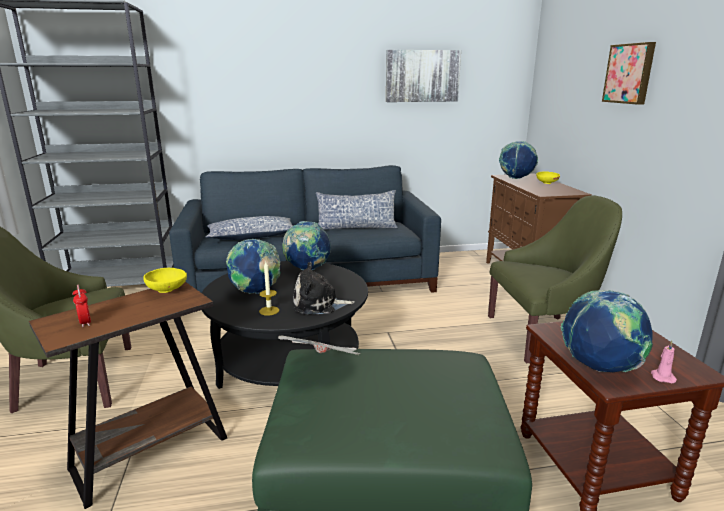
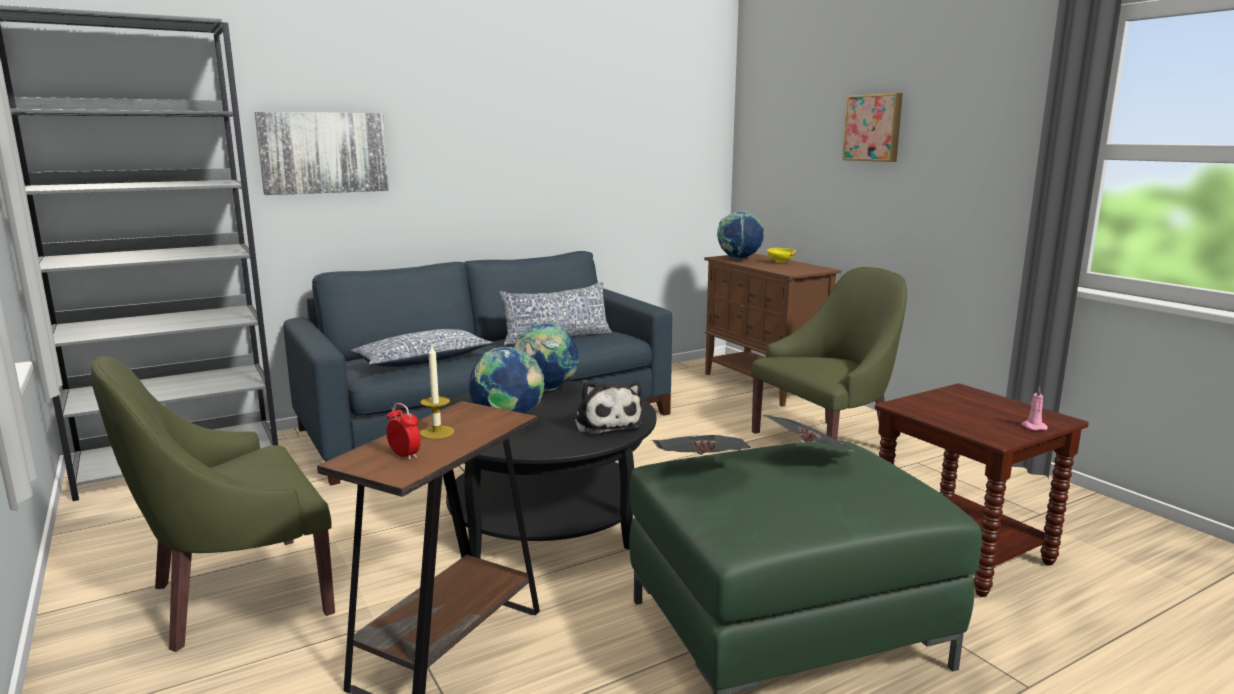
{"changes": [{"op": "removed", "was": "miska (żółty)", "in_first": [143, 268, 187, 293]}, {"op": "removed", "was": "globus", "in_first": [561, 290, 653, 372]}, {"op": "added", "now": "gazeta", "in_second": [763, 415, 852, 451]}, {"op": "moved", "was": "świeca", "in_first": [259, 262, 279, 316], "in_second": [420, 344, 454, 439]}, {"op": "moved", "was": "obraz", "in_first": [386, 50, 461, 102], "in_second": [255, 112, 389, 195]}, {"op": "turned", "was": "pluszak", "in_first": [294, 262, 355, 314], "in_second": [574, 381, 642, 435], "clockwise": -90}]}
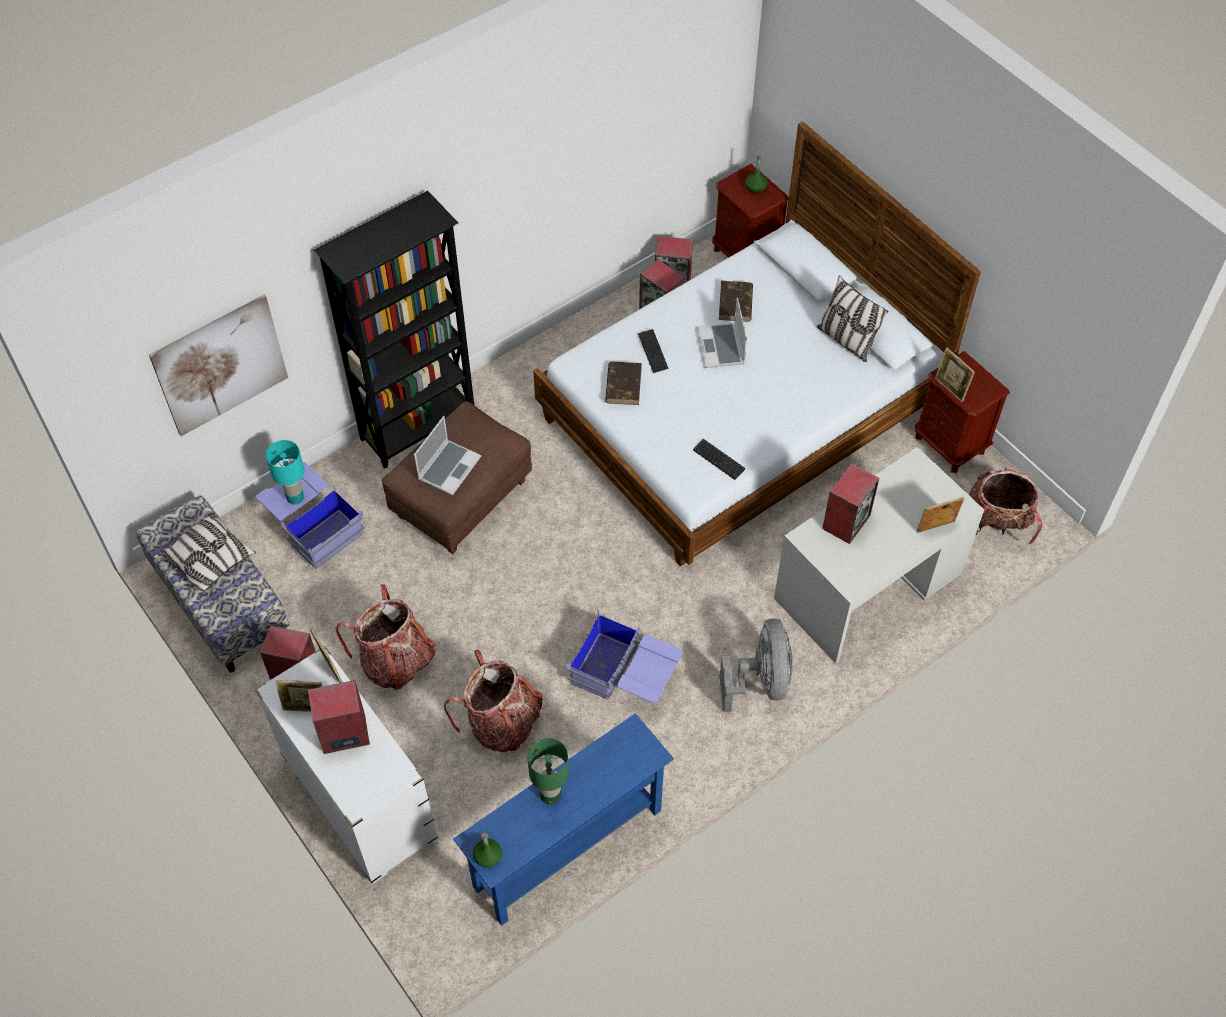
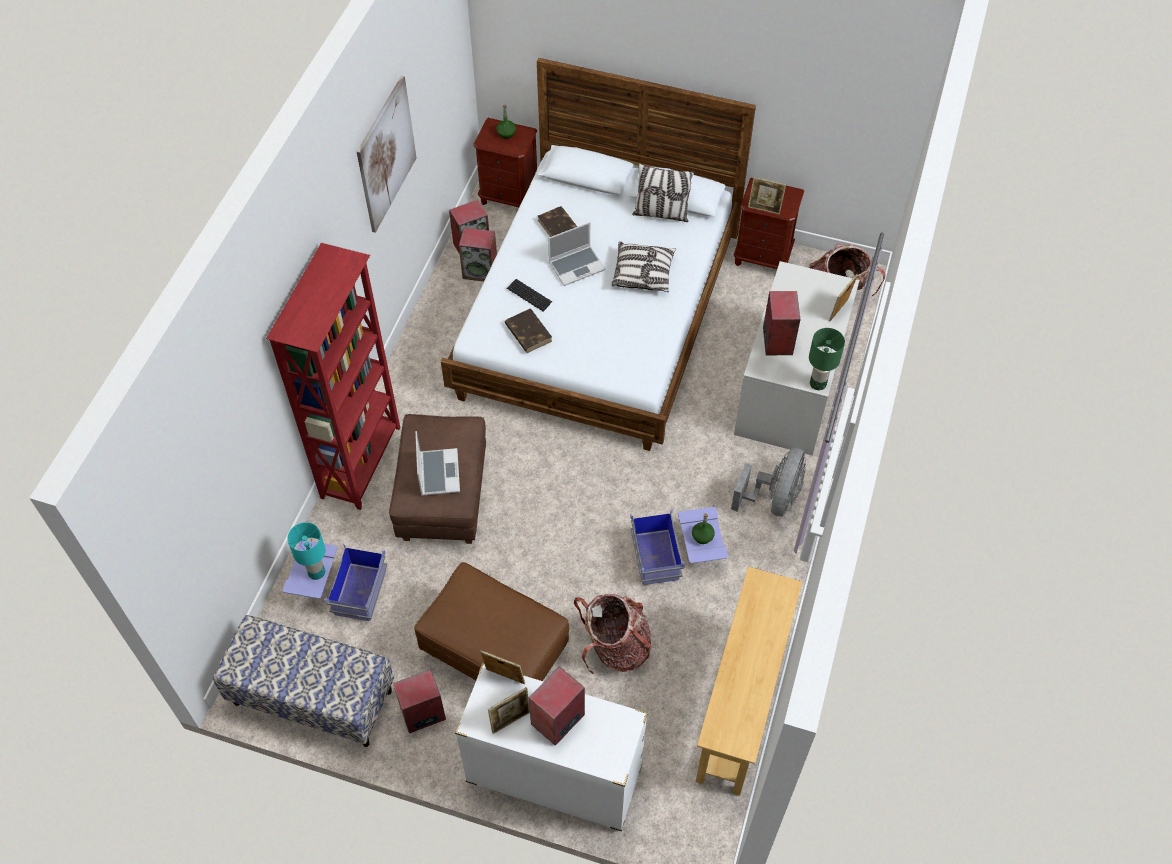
{"changes": [{"op": "removed", "was": "klawiatura", "in_first": [693, 439, 746, 480]}, {"op": "moved", "was": "obraz", "in_first": [149, 295, 288, 436], "in_second": [357, 76, 417, 233]}, {"op": "moved", "was": "poduszka", "in_first": [158, 511, 256, 595], "in_second": [611, 242, 676, 292]}, {"op": "moved", "was": "butelka (zielony)", "in_first": [473, 833, 502, 867], "in_second": [692, 513, 715, 544]}, {"op": "moved", "was": "lampa stołowa (zielony)", "in_first": [527, 738, 569, 804], "in_second": [809, 328, 845, 390]}, {"op": "replaced", "was": "plecak", "now": "pufa (brązowy)", "in_first": [336, 584, 435, 690], "in_second": [414, 562, 569, 681]}, {"op": "recoloured", "was": "regał (czarny)", "now": "regał (czerwony)", "in_first": [314, 191, 474, 469], "in_second": [266, 243, 400, 510]}, {"op": "recoloured", "was": "stolik konsolowy (niebieski)", "now": "stolik konsolowy (beżowy)", "in_first": [453, 713, 674, 926], "in_second": [696, 566, 802, 796]}, {"op": "turned", "was": "laptop", "in_first": [697, 298, 747, 368], "in_second": [548, 222, 606, 286], "clockwise": -75}, {"op": "turned", "was": "wentylator (szary)", "in_first": [720, 619, 793, 712], "in_second": [731, 448, 806, 517], "clockwise": 60}]}
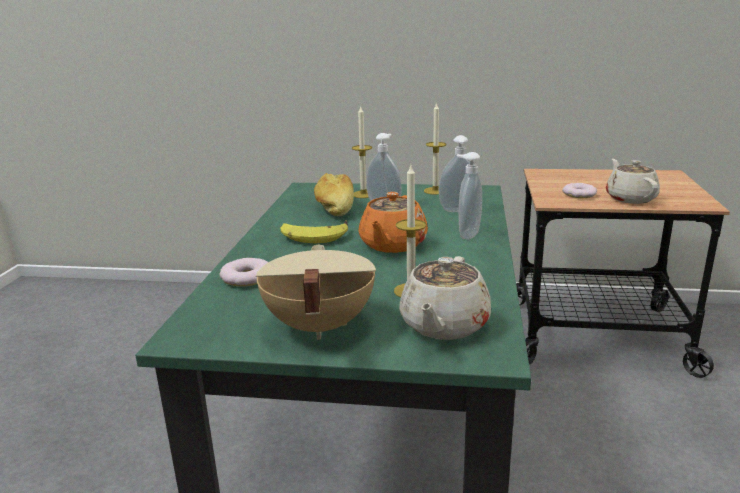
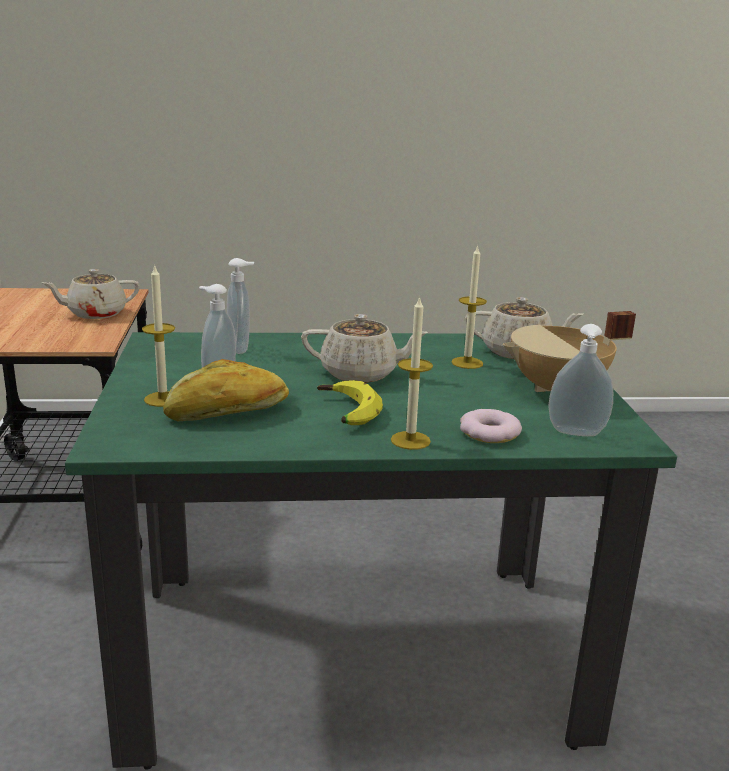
{"changes": [{"op": "removed", "was": "donut", "in_first": [562, 183, 597, 198]}, {"op": "moved", "was": "świeca", "in_first": [424, 102, 446, 195], "in_second": [391, 296, 433, 450]}, {"op": "moved", "was": "dozownik mydła", "in_first": [457, 152, 482, 239], "in_second": [548, 324, 613, 436]}, {"op": "recoloured", "was": "imbryk (pomarańczowy)", "now": "imbryk (beżowy)", "in_first": [358, 192, 428, 253], "in_second": [301, 314, 429, 383]}]}
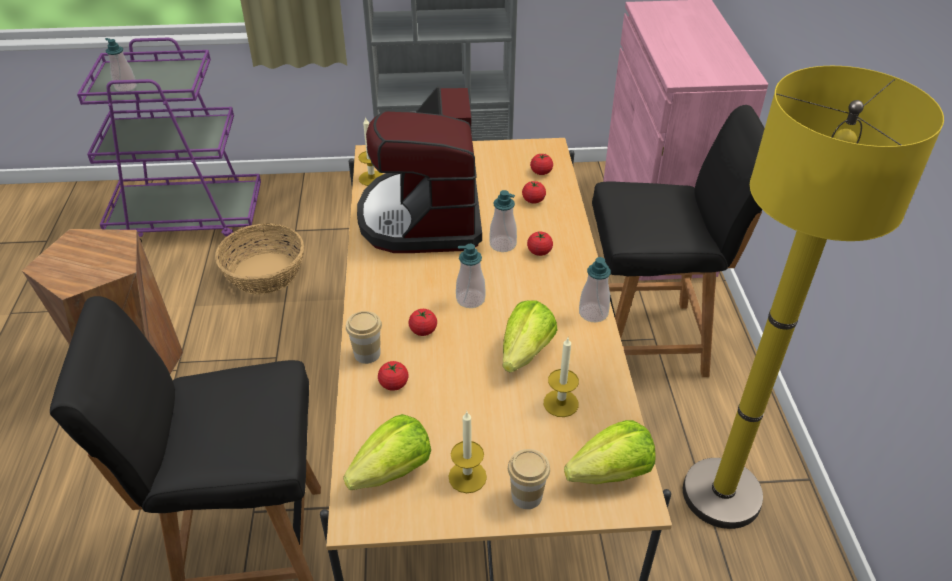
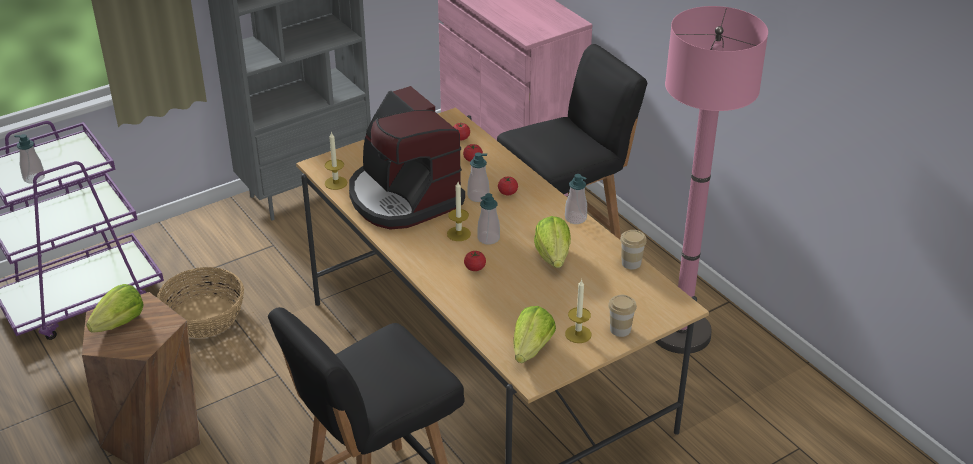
{"changes": [{"op": "removed", "was": "pomidor", "in_first": [378, 361, 409, 391]}, {"op": "moved", "was": "filiżanka", "in_first": [346, 311, 382, 364], "in_second": [620, 230, 647, 269]}, {"op": "moved", "was": "świeca", "in_first": [544, 338, 579, 417], "in_second": [447, 182, 471, 241]}, {"op": "moved", "was": "sałata", "in_first": [564, 420, 656, 484], "in_second": [86, 284, 144, 333]}, {"op": "recoloured", "was": "lampa stojąca (żółty)", "now": "lampa stojąca (różowy)", "in_first": [683, 66, 944, 529], "in_second": [655, 6, 768, 354]}]}
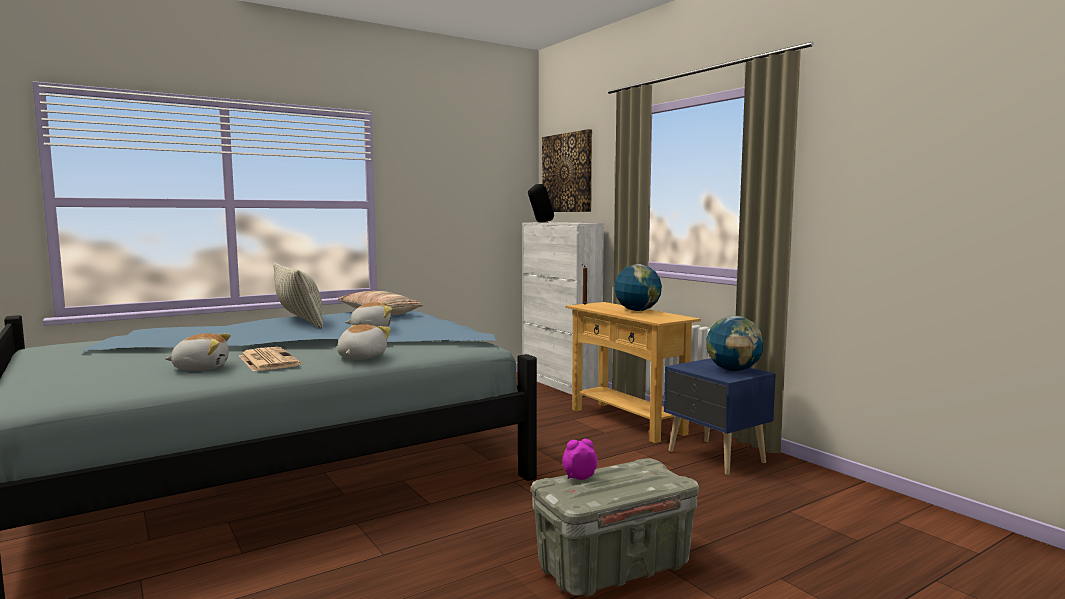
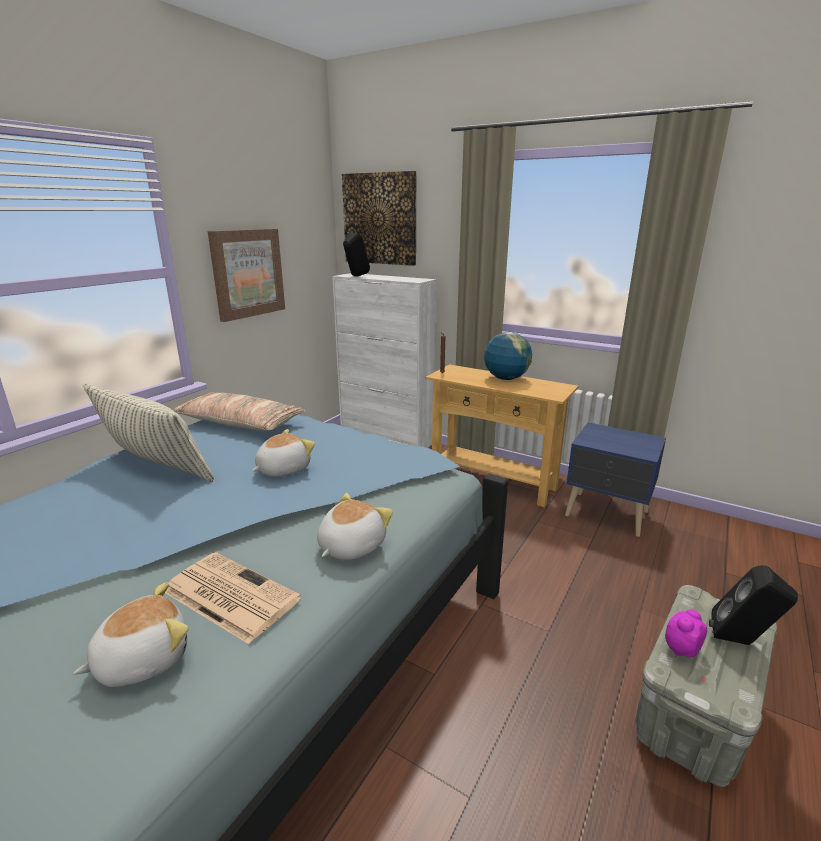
{"changes": [{"op": "removed", "was": "globus", "in_first": [706, 316, 763, 371]}, {"op": "added", "now": "obraz", "in_second": [208, 229, 285, 322]}, {"op": "added", "now": "głośnik (czarny)", "in_second": [709, 565, 798, 645]}, {"op": "turned", "was": "pluszak", "in_first": [337, 324, 391, 359], "in_second": [317, 493, 393, 560], "clockwise": 45}]}
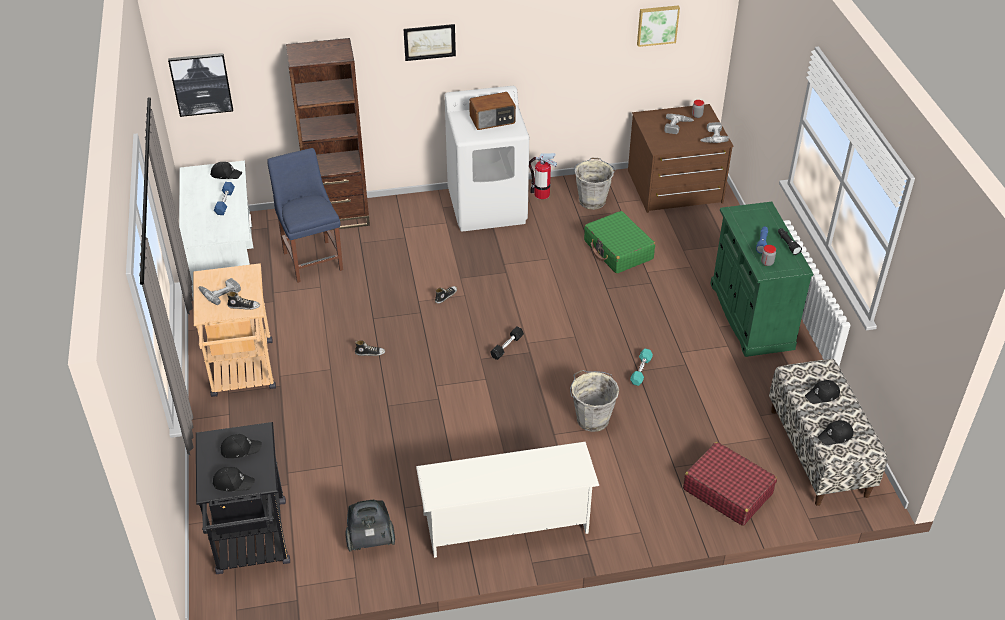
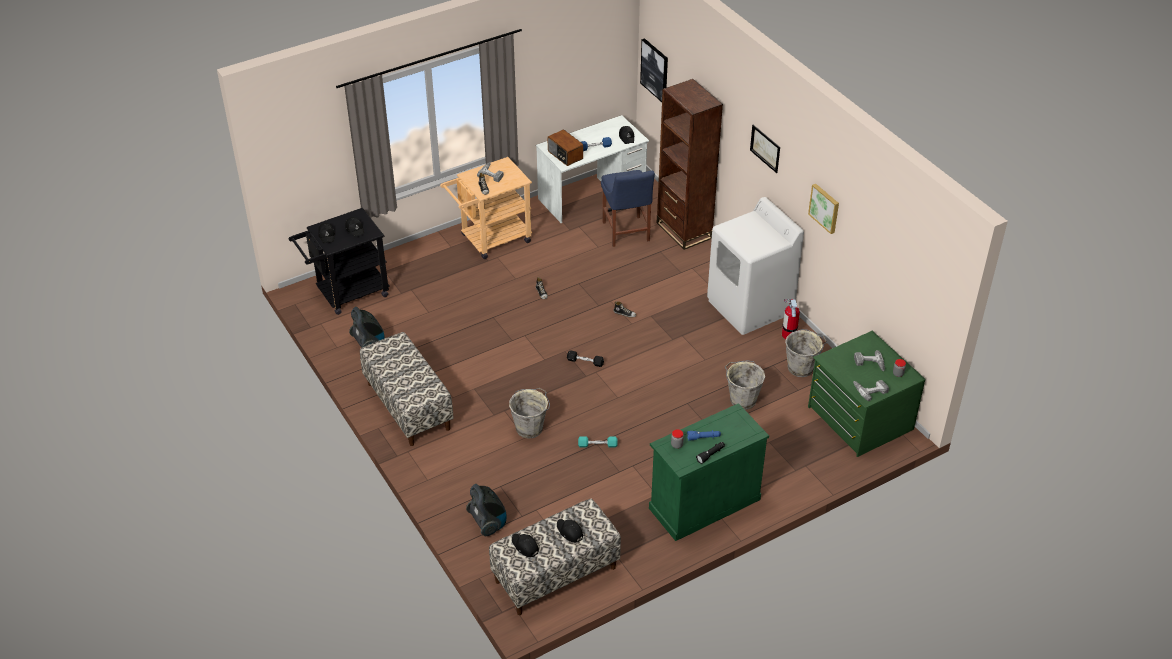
{"changes": [{"op": "moved", "was": "radio", "in_first": [469, 92, 516, 130], "in_second": [547, 130, 583, 166]}, {"op": "moved", "was": "obraz", "in_first": [637, 5, 680, 47], "in_second": [808, 184, 839, 234]}, {"op": "replaced", "was": "regał na buty (biały)", "now": "ławka", "in_first": [416, 442, 599, 558], "in_second": [360, 332, 454, 446]}, {"op": "replaced", "was": "walizka (zielony)", "now": "wiadro (szary)", "in_first": [584, 211, 655, 273], "in_second": [725, 360, 765, 410]}, {"op": "replaced", "was": "walizka (czerwony)", "now": "odkurzacz", "in_first": [683, 442, 777, 526], "in_second": [466, 484, 507, 536]}, {"op": "recoloured", "was": "komoda (brązowy)", "now": "komoda (zielony)", "in_first": [628, 104, 734, 213], "in_second": [808, 331, 926, 457]}, {"op": "turned", "was": "krzesło (niebieski)", "in_first": [267, 148, 343, 283], "in_second": [601, 170, 655, 247], "clockwise": 120}]}
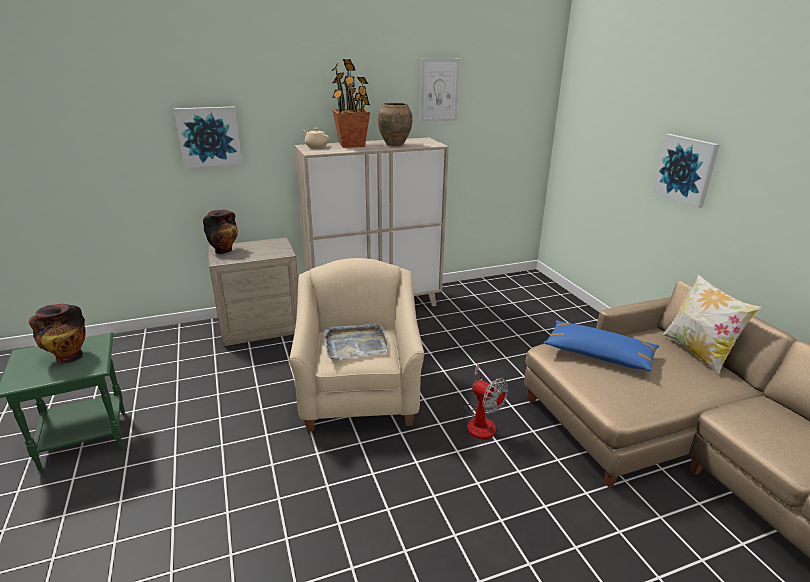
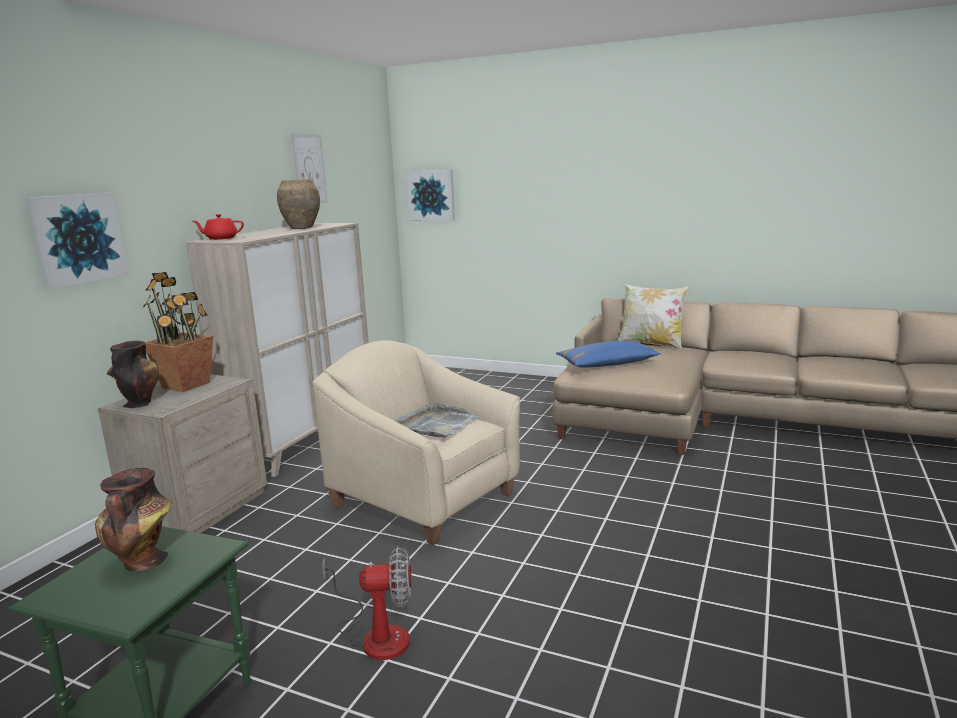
{"changes": [{"op": "moved", "was": "roślina doniczkowa", "in_first": [332, 59, 370, 148], "in_second": [143, 272, 214, 392]}, {"op": "moved", "was": "wentylator", "in_first": [463, 365, 508, 439], "in_second": [322, 546, 411, 660]}, {"op": "moved", "was": "obraz", "in_first": [652, 134, 720, 208], "in_second": [407, 170, 455, 221]}, {"op": "recoloured", "was": "imbryk (beżowy)", "now": "imbryk (czerwony)", "in_first": [303, 128, 329, 148], "in_second": [193, 214, 244, 240]}]}
